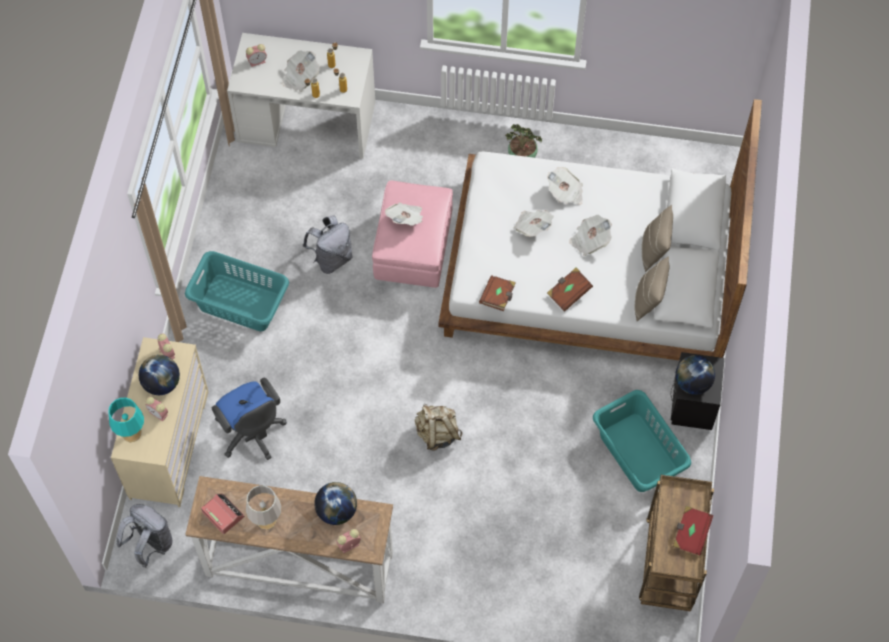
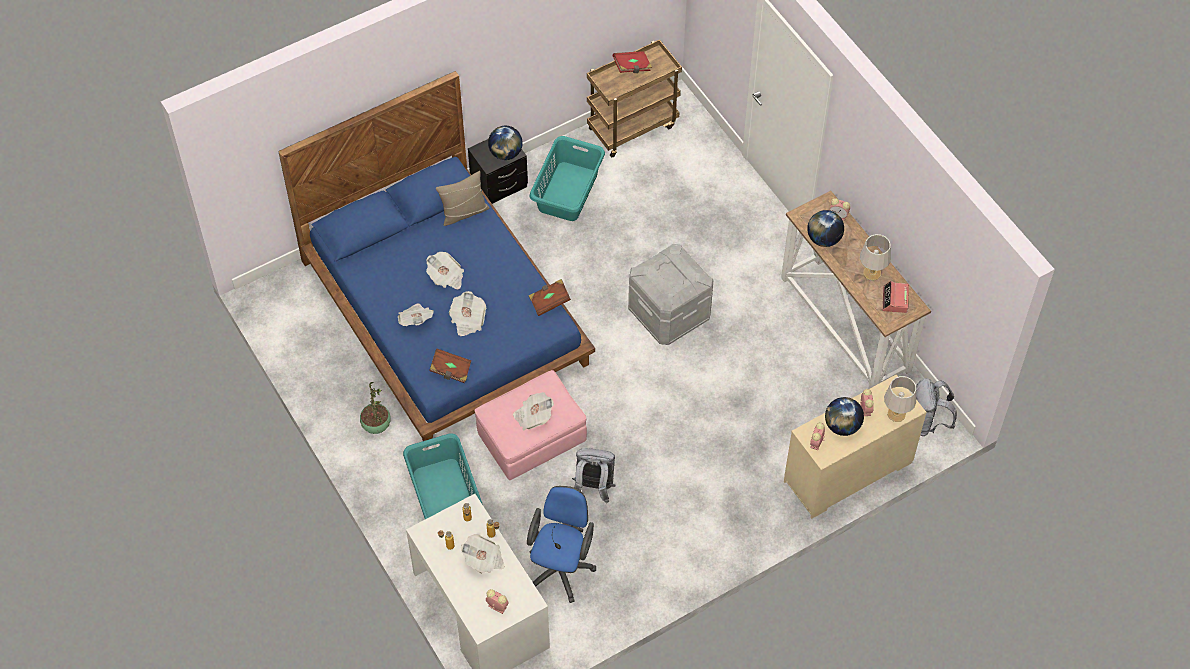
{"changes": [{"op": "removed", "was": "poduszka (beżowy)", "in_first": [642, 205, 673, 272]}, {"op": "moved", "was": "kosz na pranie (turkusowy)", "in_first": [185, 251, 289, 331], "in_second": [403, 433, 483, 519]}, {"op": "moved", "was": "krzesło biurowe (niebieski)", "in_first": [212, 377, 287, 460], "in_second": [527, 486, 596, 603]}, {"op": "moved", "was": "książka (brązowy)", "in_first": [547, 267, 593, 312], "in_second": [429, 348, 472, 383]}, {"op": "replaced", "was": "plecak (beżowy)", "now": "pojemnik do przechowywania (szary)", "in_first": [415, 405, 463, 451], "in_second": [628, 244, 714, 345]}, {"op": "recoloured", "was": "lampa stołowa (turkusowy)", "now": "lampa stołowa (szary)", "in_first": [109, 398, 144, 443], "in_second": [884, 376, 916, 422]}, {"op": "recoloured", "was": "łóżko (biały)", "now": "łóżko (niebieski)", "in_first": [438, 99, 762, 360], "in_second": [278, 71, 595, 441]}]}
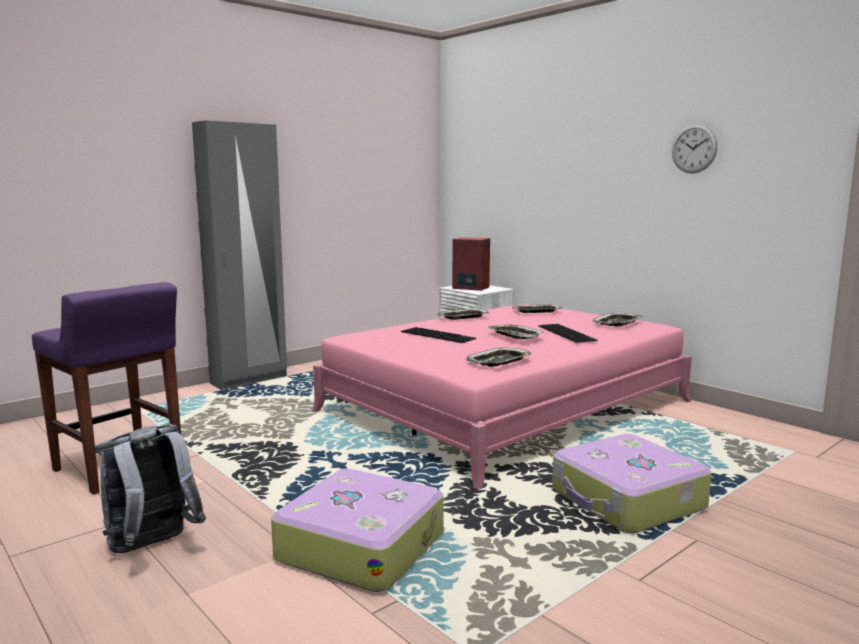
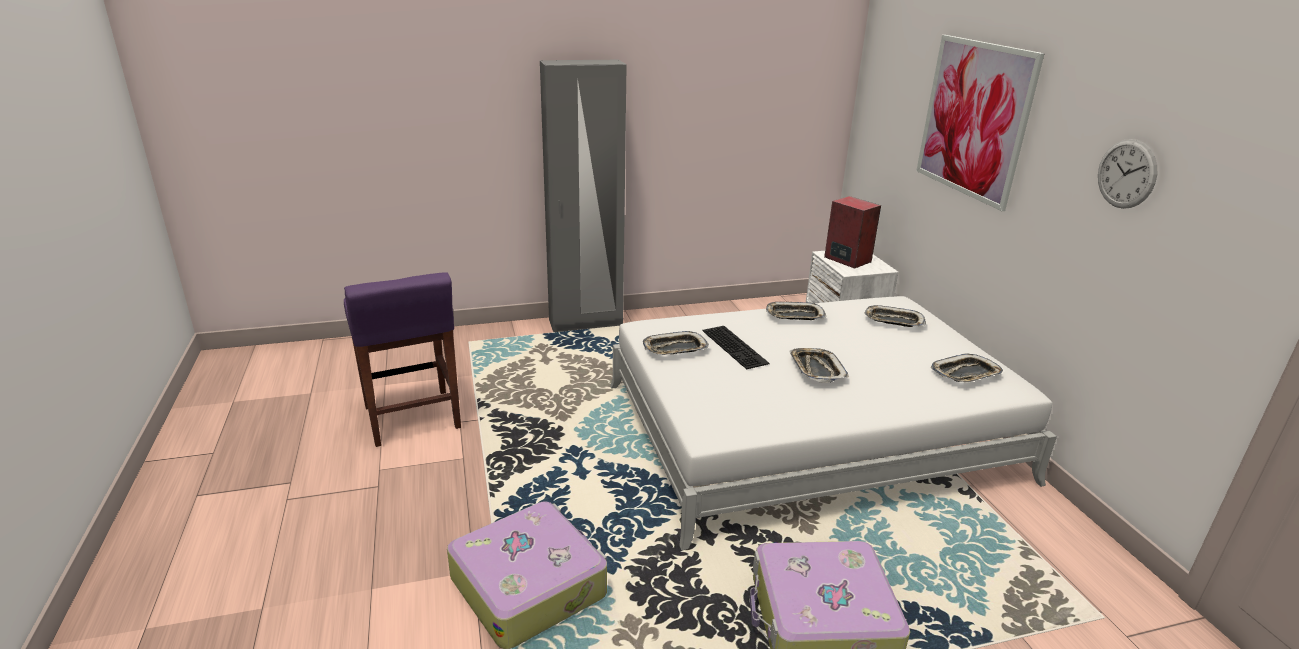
{"changes": [{"op": "removed", "was": "plecak (szary)", "in_first": [96, 425, 206, 553]}, {"op": "removed", "was": "klawiatura", "in_first": [538, 324, 597, 343]}, {"op": "added", "now": "obraz", "in_second": [916, 35, 1044, 211]}, {"op": "moved", "was": "taca", "in_first": [466, 347, 532, 367], "in_second": [643, 331, 709, 355]}, {"op": "recoloured", "was": "łóżko (różowy)", "now": "łóżko (biały)", "in_first": [312, 304, 692, 489], "in_second": [610, 296, 1057, 550]}]}
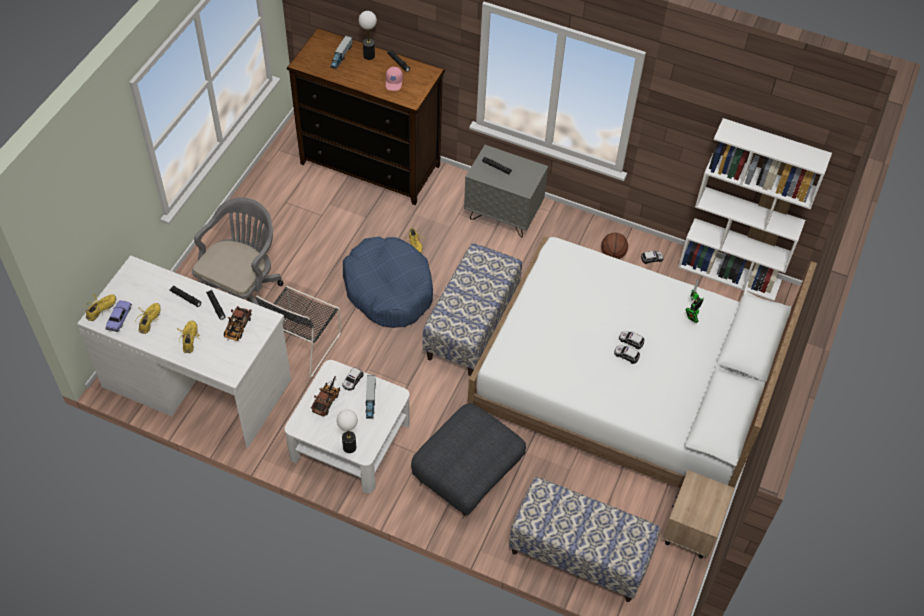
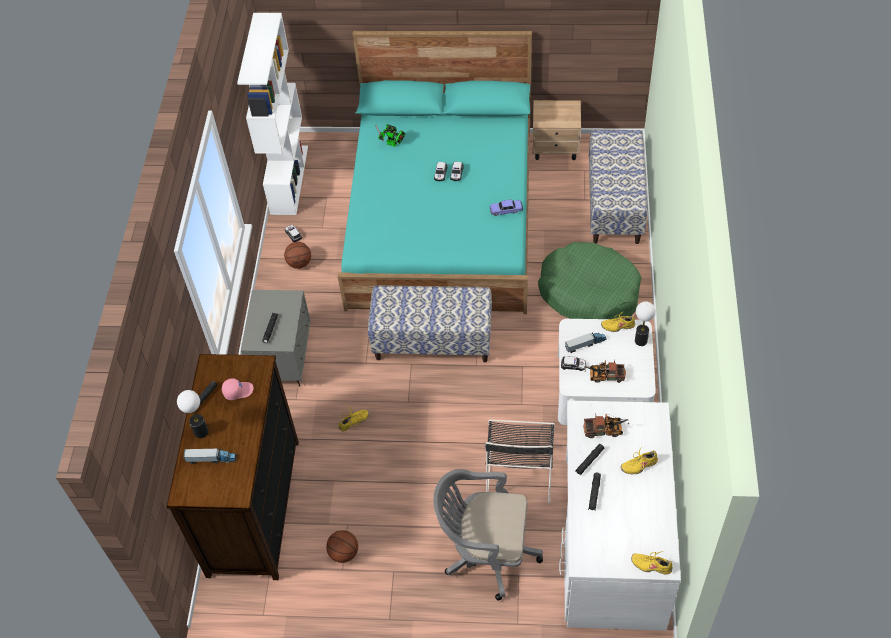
{"changes": [{"op": "removed", "was": "legowisko (niebieski)", "in_first": [343, 237, 433, 328]}, {"op": "added", "now": "piłka do koszykówki", "in_second": [326, 530, 358, 563]}, {"op": "moved", "was": "samochodzik", "in_first": [105, 300, 132, 332], "in_second": [490, 200, 523, 216]}, {"op": "moved", "was": "but (żółty)", "in_first": [136, 303, 161, 334], "in_second": [601, 311, 635, 332]}, {"op": "replaced", "was": "pufa (szary)", "now": "legowisko (zielony)", "in_first": [411, 403, 526, 519], "in_second": [538, 242, 641, 319]}, {"op": "recoloured", "was": "łóżko (biały)", "now": "łóżko (turkusowy)", "in_first": [467, 236, 817, 489], "in_second": [338, 31, 532, 314]}, {"op": "turned", "was": "krzesło (czarny)", "in_first": [255, 286, 341, 378], "in_second": [485, 420, 555, 504], "clockwise": 90}]}
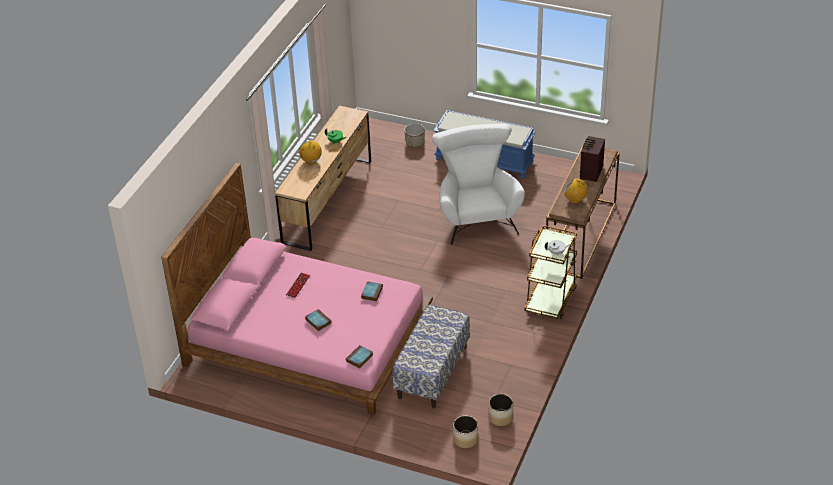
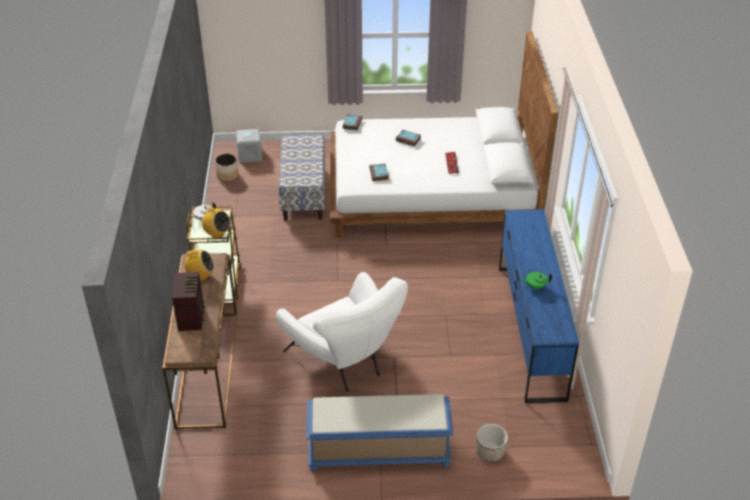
{"changes": [{"op": "moved", "was": "radio", "in_first": [299, 140, 322, 165], "in_second": [198, 207, 230, 238]}, {"op": "replaced", "was": "donica", "now": "pojemnik do przechowywania (szary)", "in_first": [453, 416, 478, 448], "in_second": [235, 129, 262, 162]}, {"op": "recoloured", "was": "łóżko (różowy)", "now": "łóżko (biały)", "in_first": [161, 163, 433, 415], "in_second": [330, 31, 558, 237]}, {"op": "recoloured", "was": "komoda (brązowy)", "now": "komoda (niebieski)", "in_first": [275, 105, 371, 251], "in_second": [499, 209, 579, 403]}]}
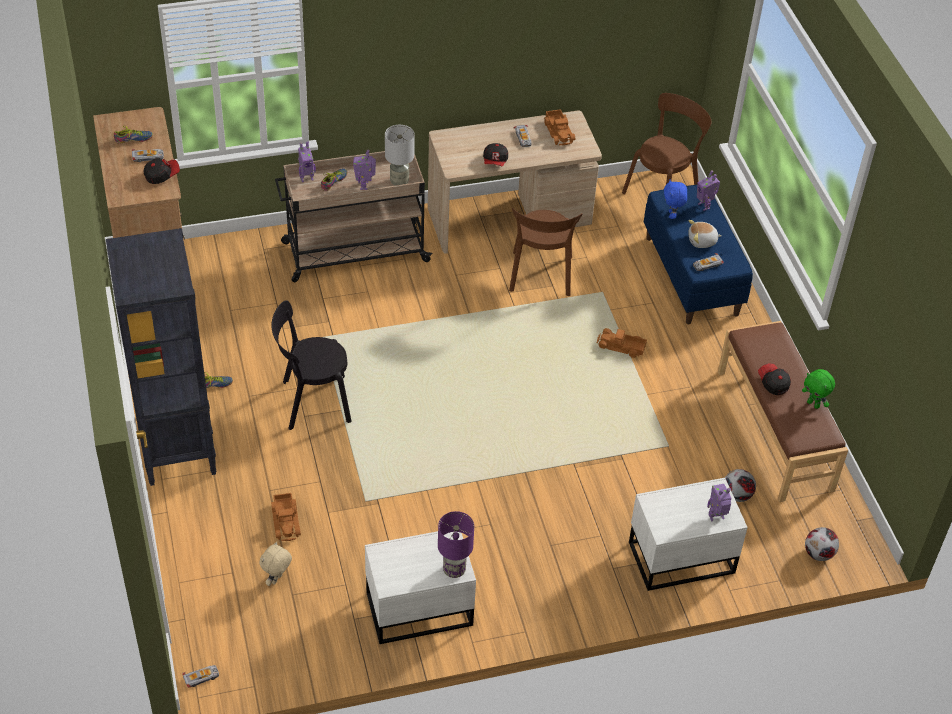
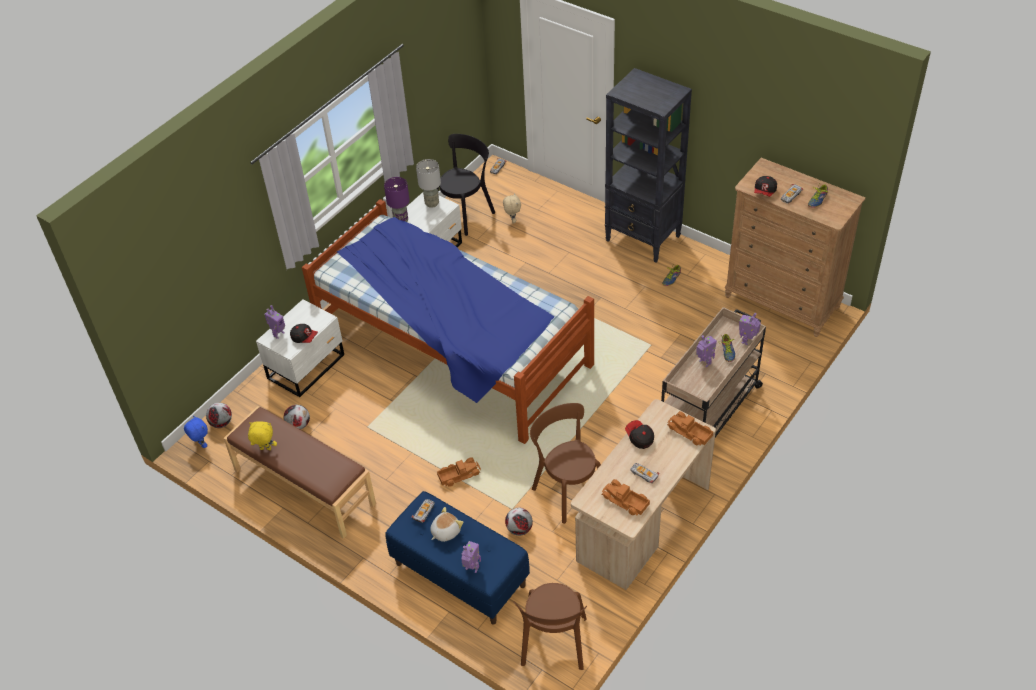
{"changes": [{"op": "added", "now": "łóżko", "in_second": [302, 199, 594, 444]}, {"op": "added", "now": "piłka futbolowa", "in_second": [505, 508, 533, 536]}, {"op": "moved", "was": "krzesło (czarny)", "in_first": [271, 300, 351, 430], "in_second": [437, 134, 495, 236]}, {"op": "moved", "was": "ciężarówka zabawkowa", "in_first": [271, 493, 301, 541], "in_second": [667, 411, 713, 446]}, {"op": "moved", "was": "lampa stołowa (szary)", "in_first": [385, 125, 415, 186], "in_second": [416, 159, 441, 208]}, {"op": "moved", "was": "pluszak (niebieski)", "in_first": [664, 179, 687, 219], "in_second": [184, 416, 208, 448]}, {"op": "moved", "was": "czapka z daszkiem", "in_first": [758, 363, 791, 395], "in_second": [290, 324, 318, 343]}, {"op": "recoloured", "was": "pluszak (zielony)", "now": "pluszak (żółty)", "in_first": [802, 369, 835, 409], "in_second": [248, 421, 277, 450]}]}
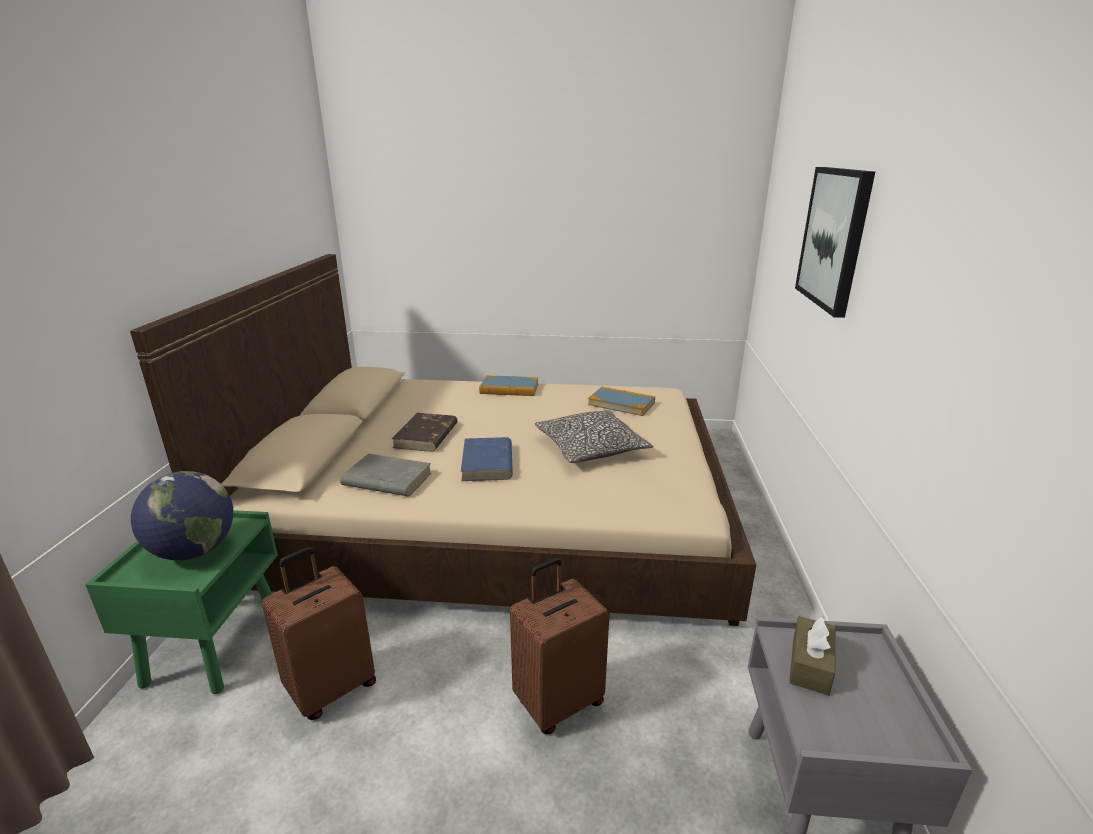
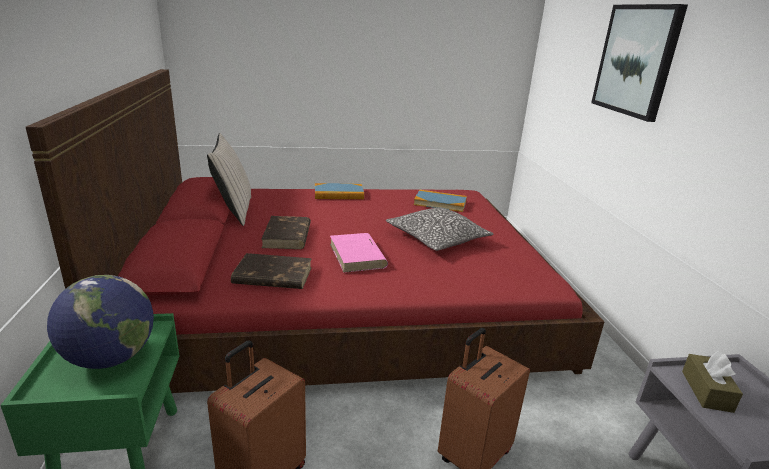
{"changes": [{"op": "added", "now": "poduszka (beżowy)", "in_second": [207, 133, 251, 226]}, {"op": "recoloured", "was": "łóżko (beżowy)", "now": "łóżko (czerwony)", "in_first": [130, 254, 756, 626], "in_second": [26, 69, 604, 393]}, {"op": "recoloured", "was": "książka (szary)", "now": "książka (brązowy)", "in_first": [340, 454, 432, 496], "in_second": [231, 253, 312, 289]}, {"op": "recoloured", "was": "książka (niebieski)", "now": "książka (różowy)", "in_first": [461, 437, 513, 481], "in_second": [330, 233, 388, 273]}]}
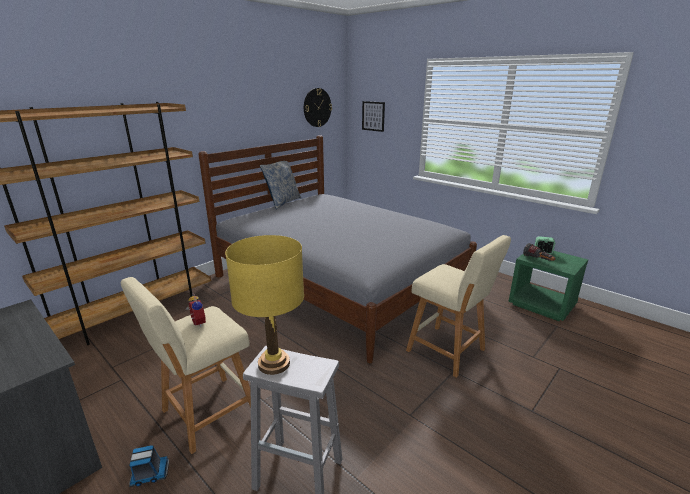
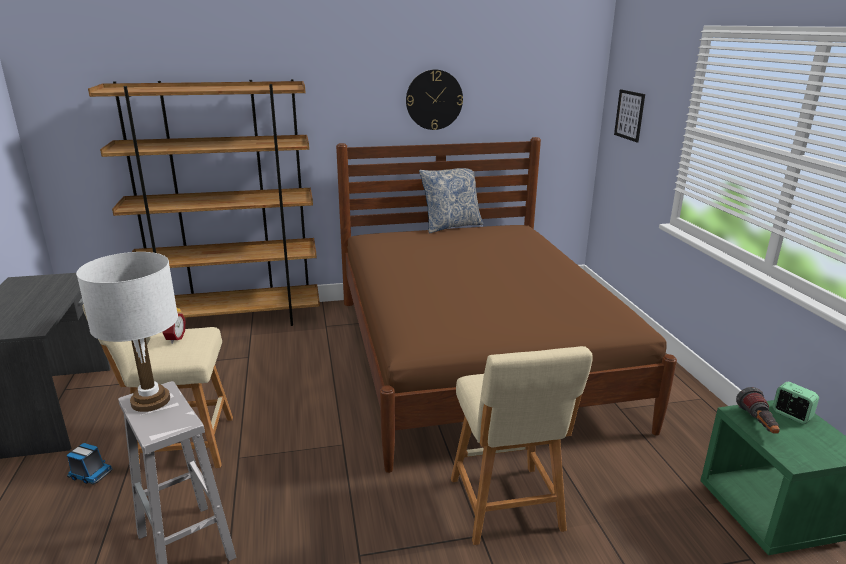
{"changes": [{"op": "moved", "was": "zegar ścienny", "in_first": [304, 88, 332, 127], "in_second": [406, 70, 463, 130]}, {"op": "recoloured", "was": "łóżko (szary)", "now": "łóżko (brązowy)", "in_first": [198, 135, 477, 363], "in_second": [336, 137, 677, 473]}, {"op": "recoloured", "was": "lampa stołowa (żółty)", "now": "lampa stołowa (biały)", "in_first": [225, 235, 304, 375], "in_second": [76, 252, 178, 412]}]}
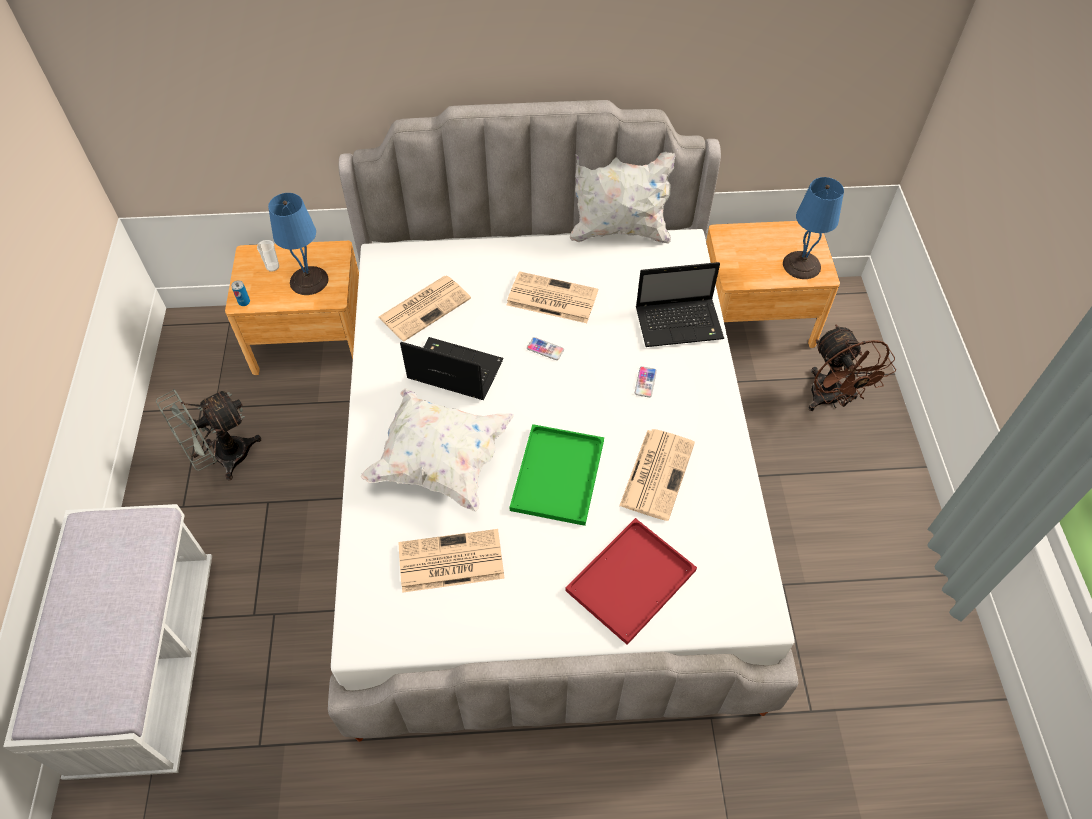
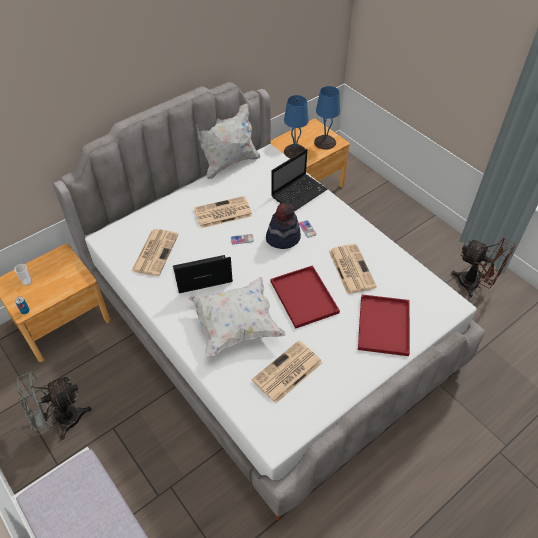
{"changes": [{"op": "added", "now": "kapelusz", "in_second": [266, 203, 301, 249]}, {"op": "moved", "was": "lampa stołowa (niebieski)", "in_first": [268, 193, 329, 295], "in_second": [284, 95, 309, 158]}, {"op": "moved", "was": "wentylator (brązowy)", "in_first": [809, 324, 896, 411], "in_second": [451, 238, 515, 297]}, {"op": "recoloured", "was": "taca (zielony)", "now": "taca (czerwony)", "in_first": [510, 424, 604, 526], "in_second": [271, 265, 340, 329]}, {"op": "turned", "was": "wentylator (szary)", "in_first": [156, 389, 261, 480], "in_second": [15, 372, 92, 440], "clockwise": 45}]}
